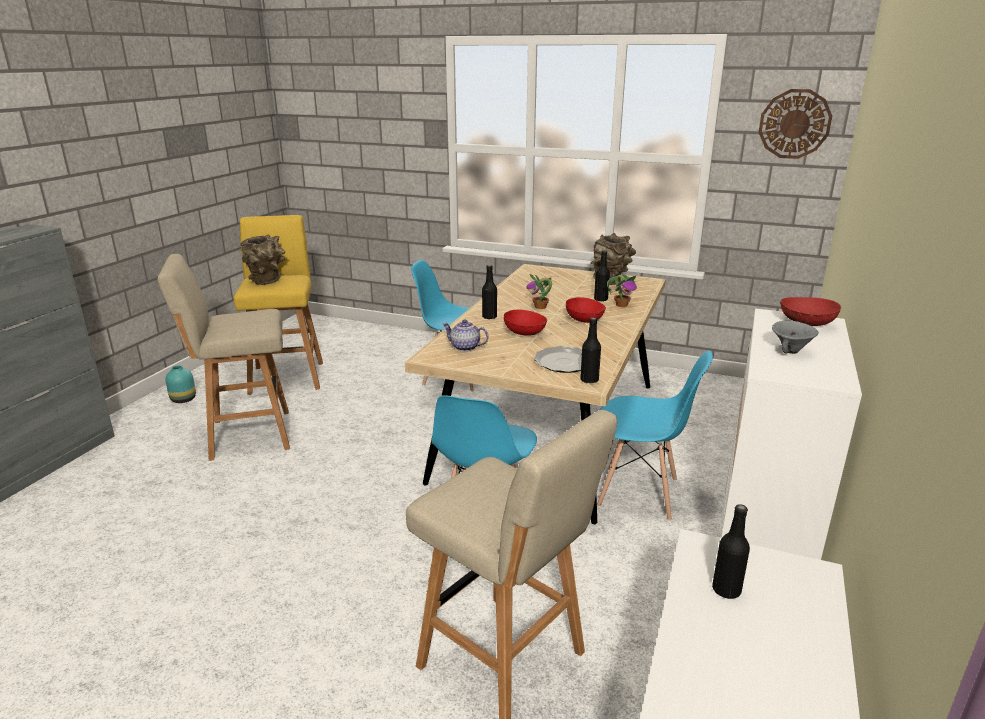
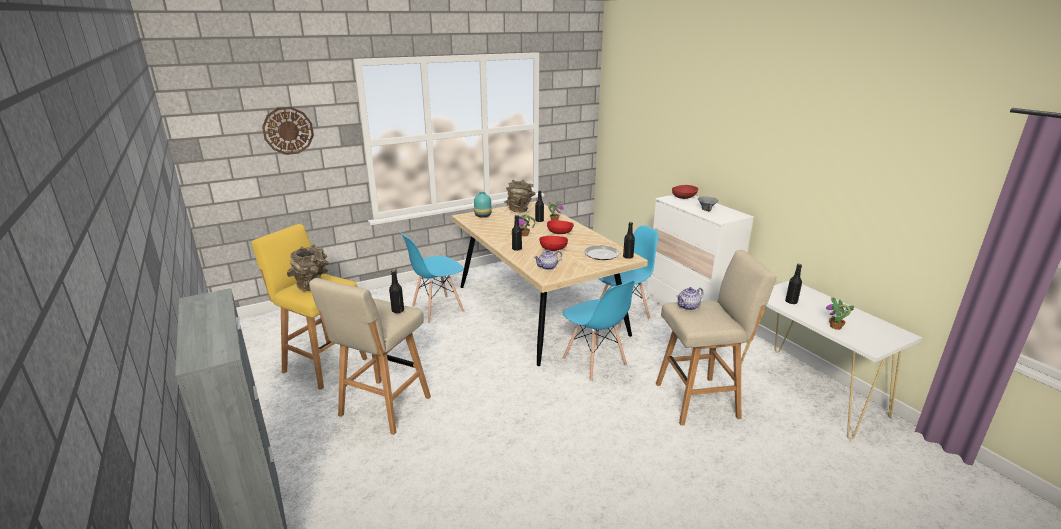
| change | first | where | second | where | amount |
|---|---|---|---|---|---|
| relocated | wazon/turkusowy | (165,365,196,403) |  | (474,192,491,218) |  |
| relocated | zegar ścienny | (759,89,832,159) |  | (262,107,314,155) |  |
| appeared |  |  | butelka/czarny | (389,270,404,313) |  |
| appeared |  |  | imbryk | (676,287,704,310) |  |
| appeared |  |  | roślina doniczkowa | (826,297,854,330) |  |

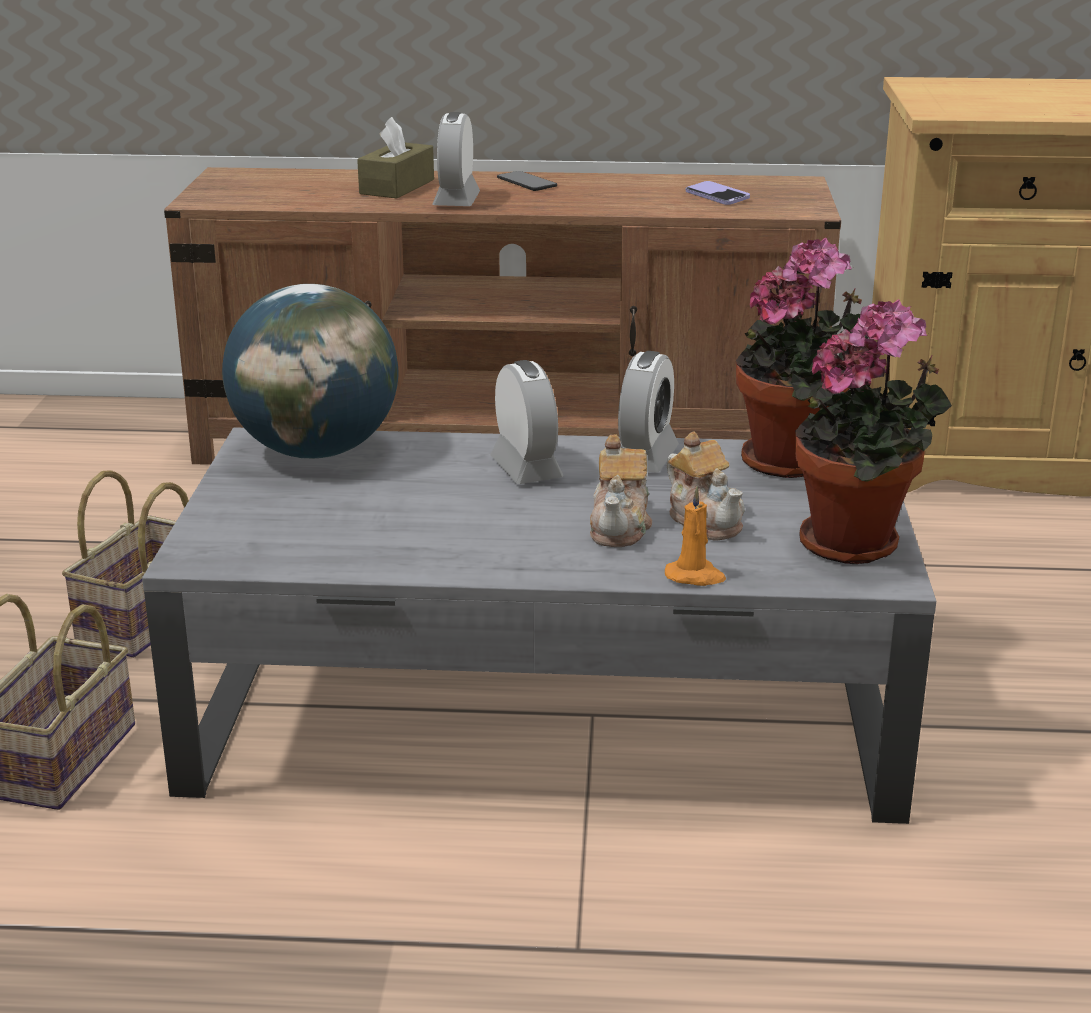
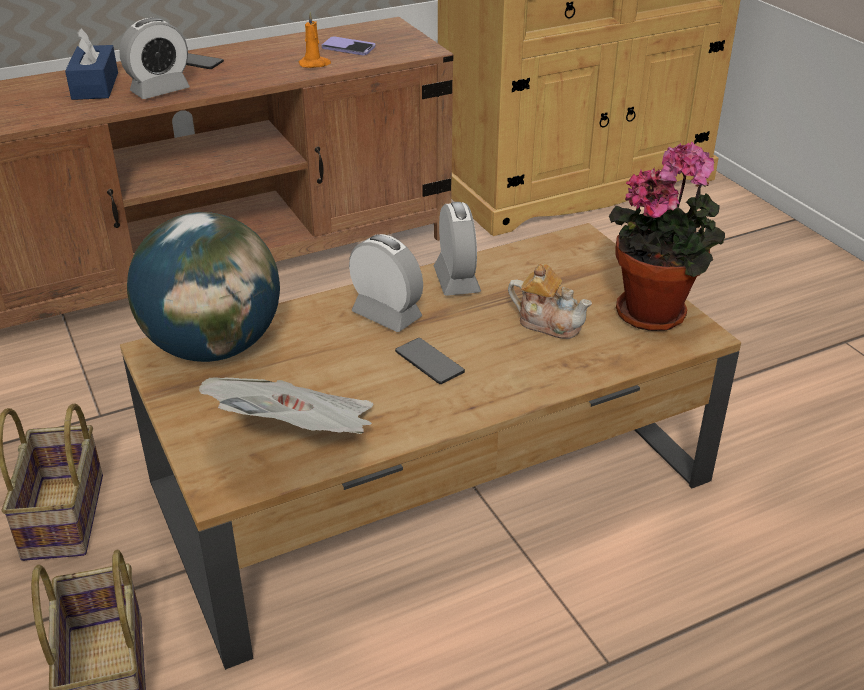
| change | first | where | second | where | amount |
|---|---|---|---|---|---|
| colour | ława/szary | (142,427,936,824) | ława/brązowy | (120,223,741,670) |  |
| colour | pudełko chusteczek/brązowy | (357,117,434,198) | pudełko chusteczek/niebieski | (65,28,118,100) |  |
| spun | budzik | (432,112,480,206) |  | (119,18,190,99) | 105 degrees counterclockwise |
| missing | imbryk | (590,434,652,547) |  |  |  |
| relocated | świeca/pomarańczowy | (665,486,726,586) |  | (298,12,331,68) |  |
| missing | roślina doniczkowa | (736,238,868,478) |  |  |  |
| appeared |  |  | gazeta | (199,377,373,434) |  |
| appeared |  |  | telefon | (395,338,465,384) |  |

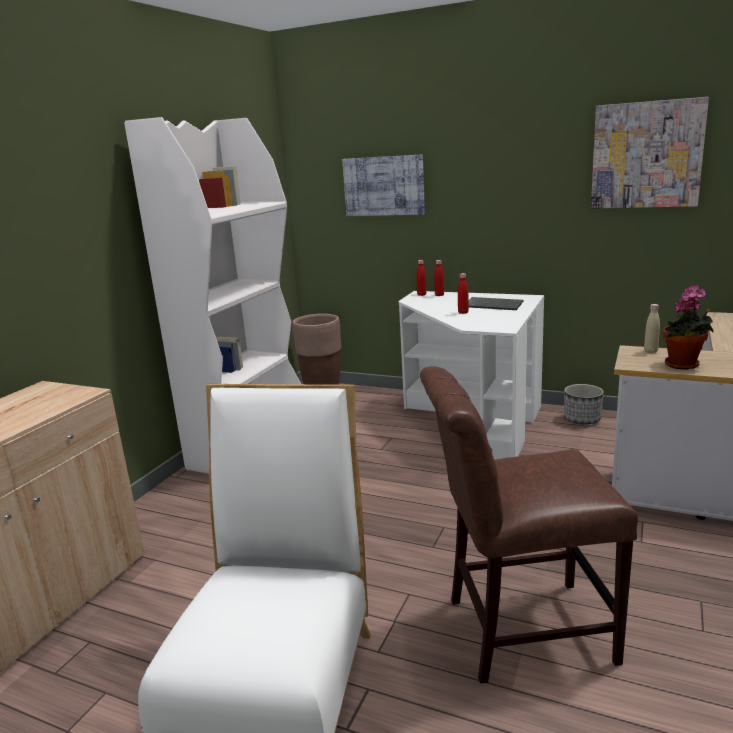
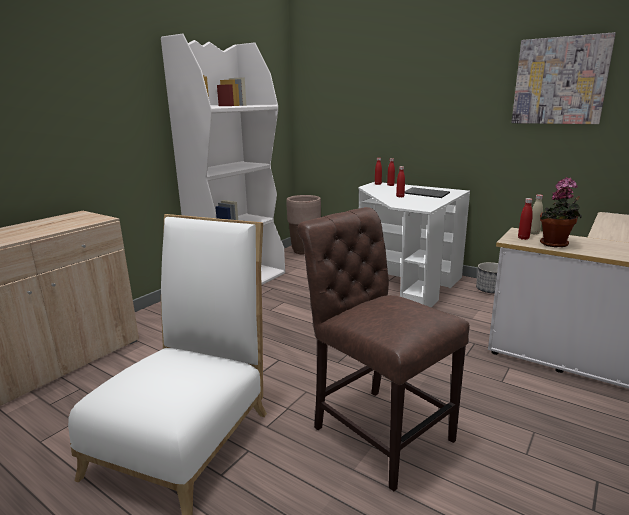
| change | first | where | second | where | amount |
|---|---|---|---|---|---|
| missing | obraz | (342,154,425,216) |  |  |  |
| spun | krzesło/brązowy | (420,366,638,684) |  | (297,207,470,491) | 45 degrees clockwise |
| appeared |  |  | butelka/czerwony | (518,198,533,240) |  |

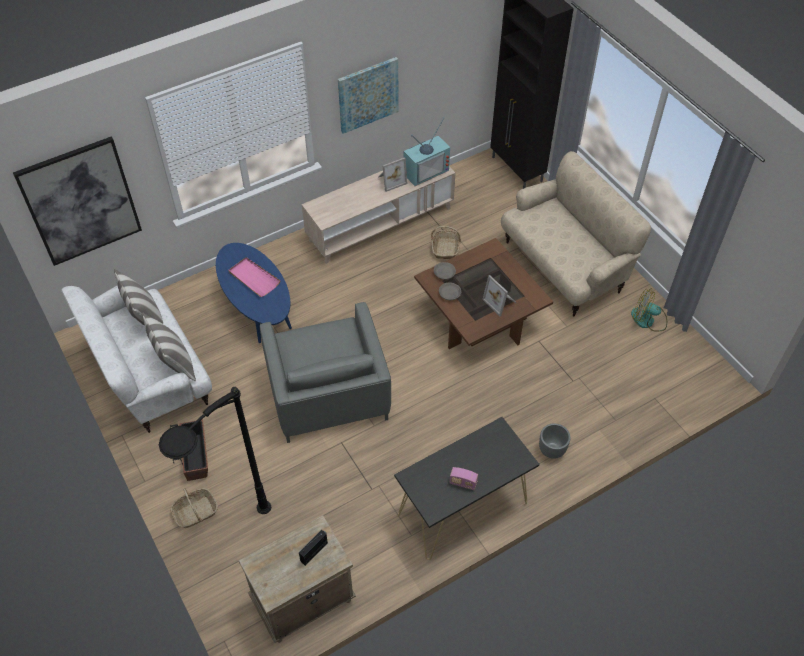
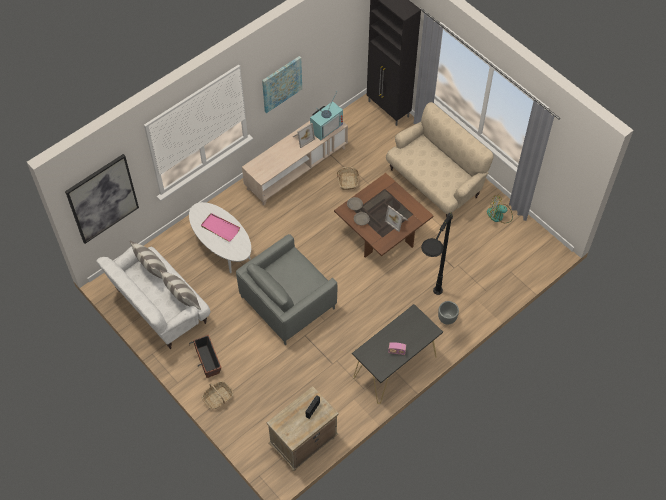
| change | first | where | second | where | amount |
|---|---|---|---|---|---|
| relocated | lampa stojąca/czarny | (159,387,271,514) |  | (421,212,453,295) |  |
| colour | ława/niebieski | (216,243,292,343) | ława/biały | (189,202,251,273) |  |
| spun | fotel/szary | (260,302,391,443) |  | (236,234,337,345) | 75 degrees clockwise |

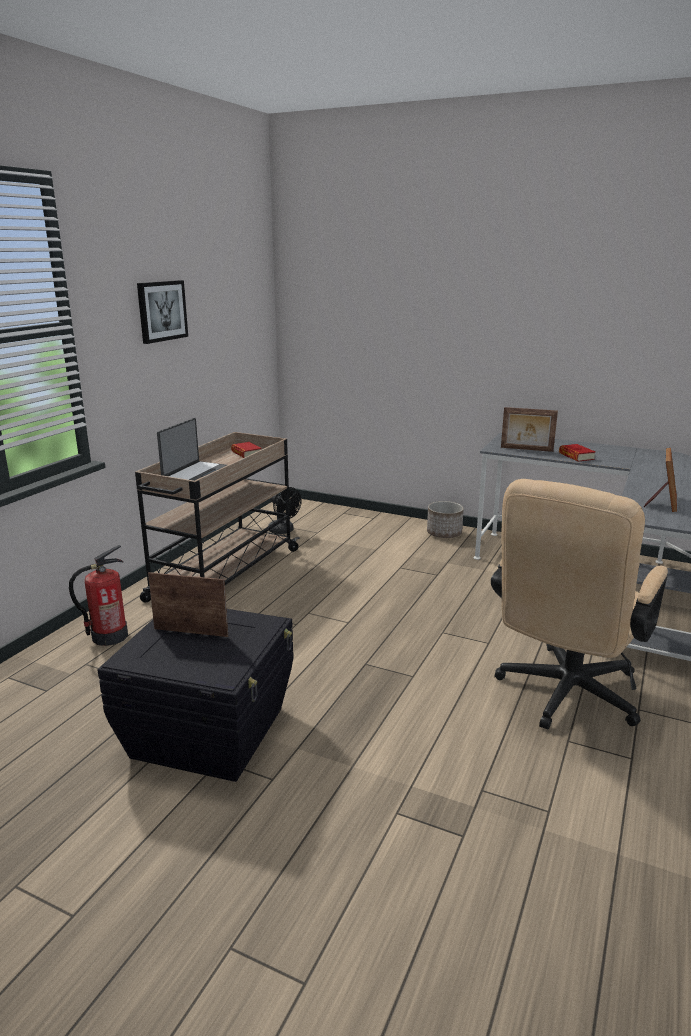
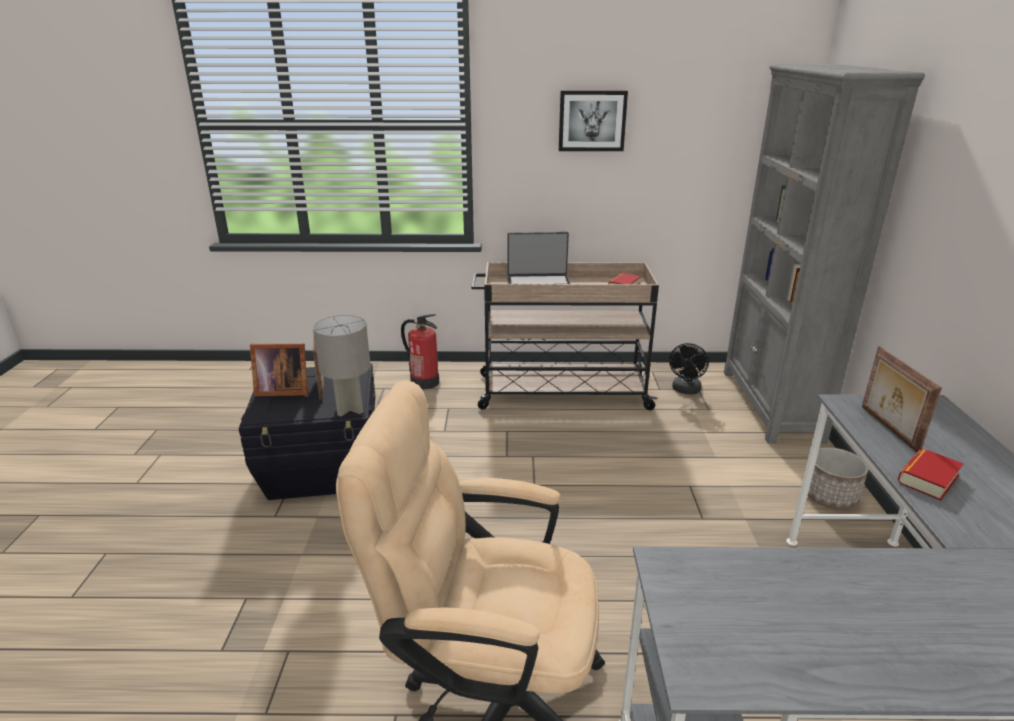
| change | first | where | second | where | amount |
|---|---|---|---|---|---|
| relocated | ramka na zdjęcie | (644,448,677,512) |  | (250,343,308,396) |  |
| appeared |  |  | lampa stołowa/szary | (313,315,371,416) |  |
| appeared |  |  | regał/szary | (724,64,925,444) |  |

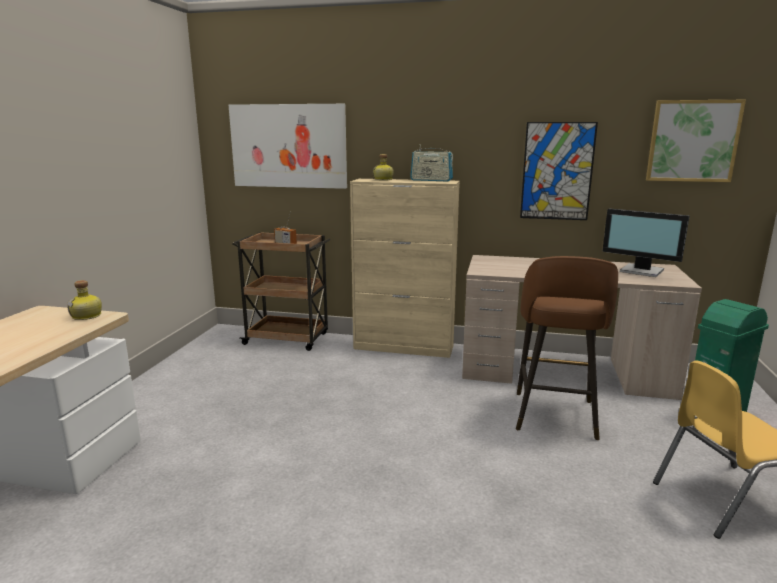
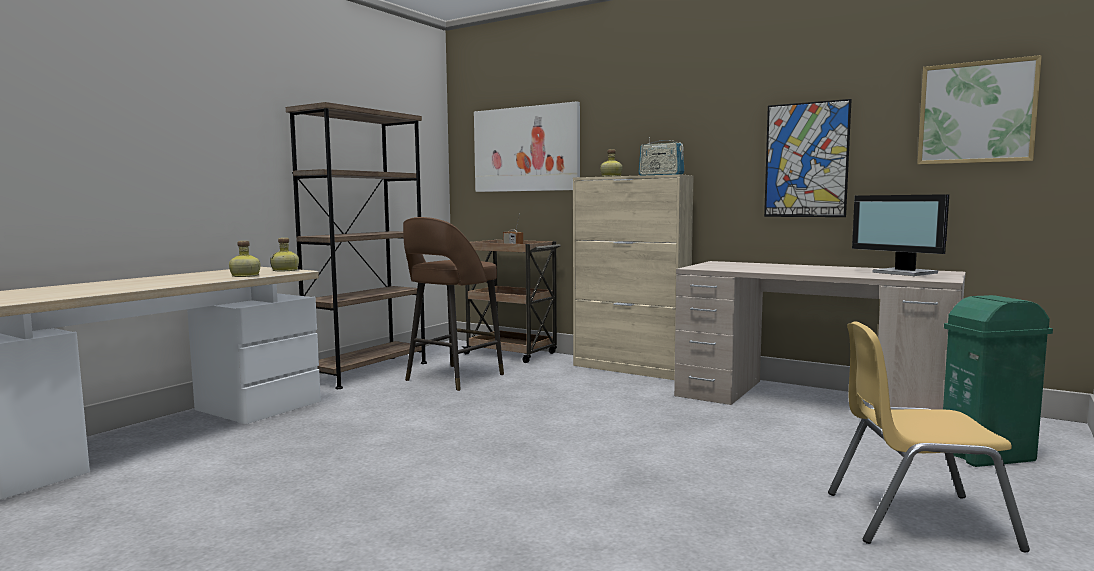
| change | first | where | second | where | amount |
|---|---|---|---|---|---|
| relocated | stołek/brązowy | (516,256,618,440) |  | (403,217,504,391) |  |
| appeared |  |  | butelka | (229,241,261,277) |  |
| appeared |  |  | regał/brązowy | (286,102,427,389) |  |

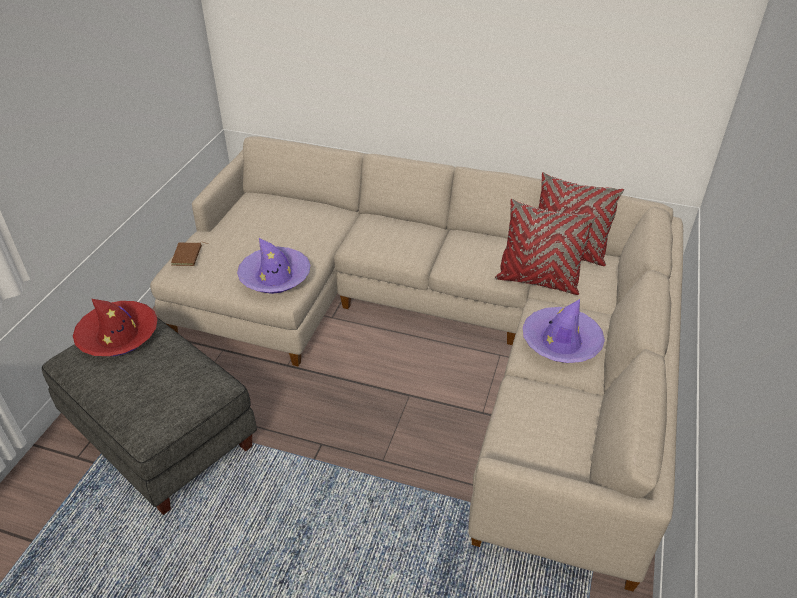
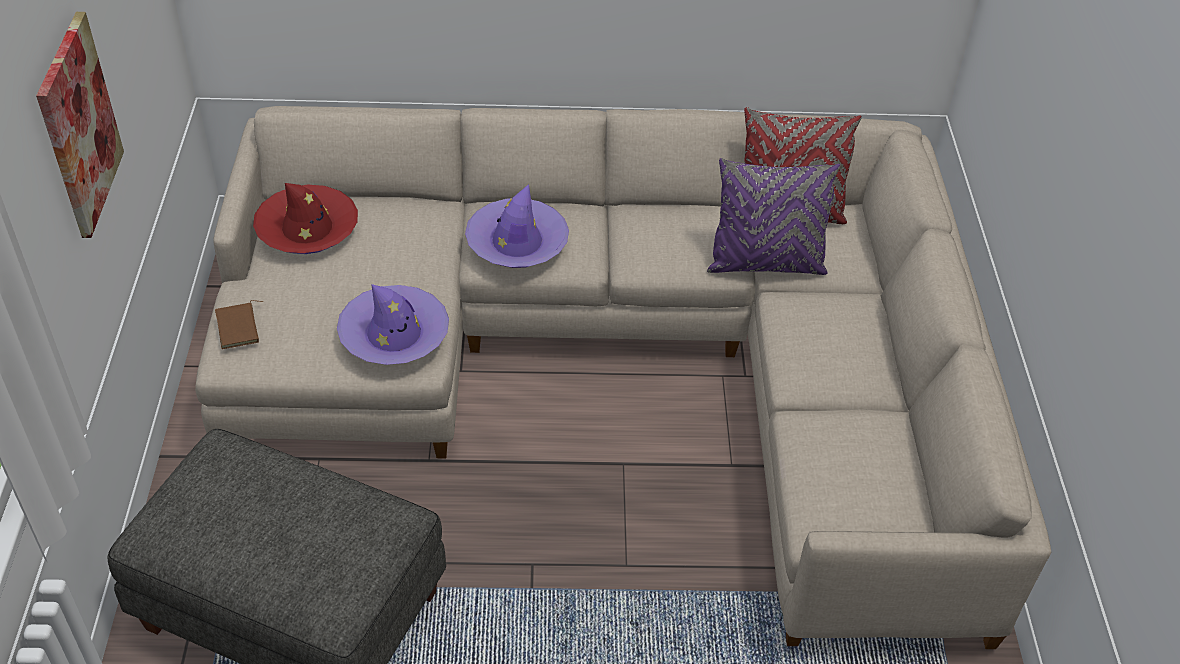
| change | first | where | second | where | amount |
|---|---|---|---|---|---|
| relocated | kapelusz/czerwony | (73,299,158,356) |  | (253,183,358,254) |  |
| colour | poduszka/czerwony | (495,199,596,295) | poduszka/fioletowy | (707,158,841,275) |  |
| relocated | kapelusz/fioletowy | (523,299,605,363) |  | (465,184,569,268) |  |
| appeared |  |  | obraz | (36,12,124,238) |  |

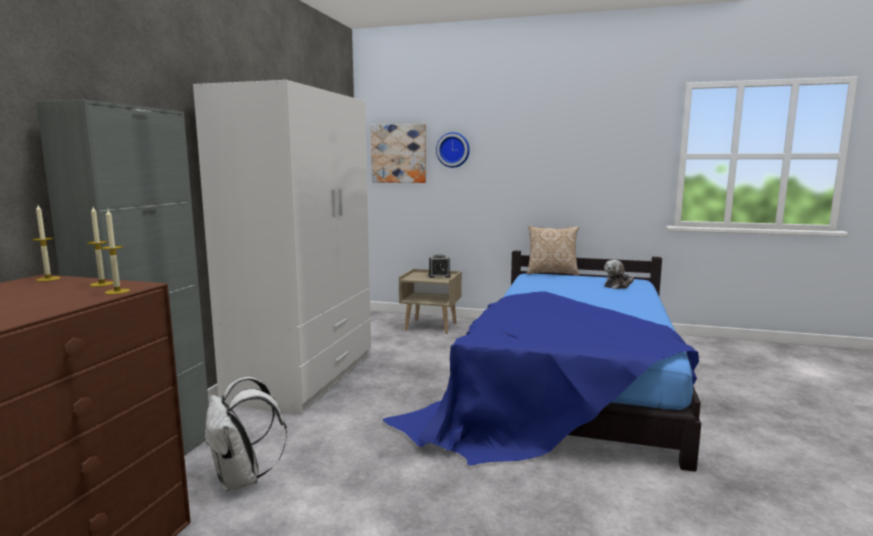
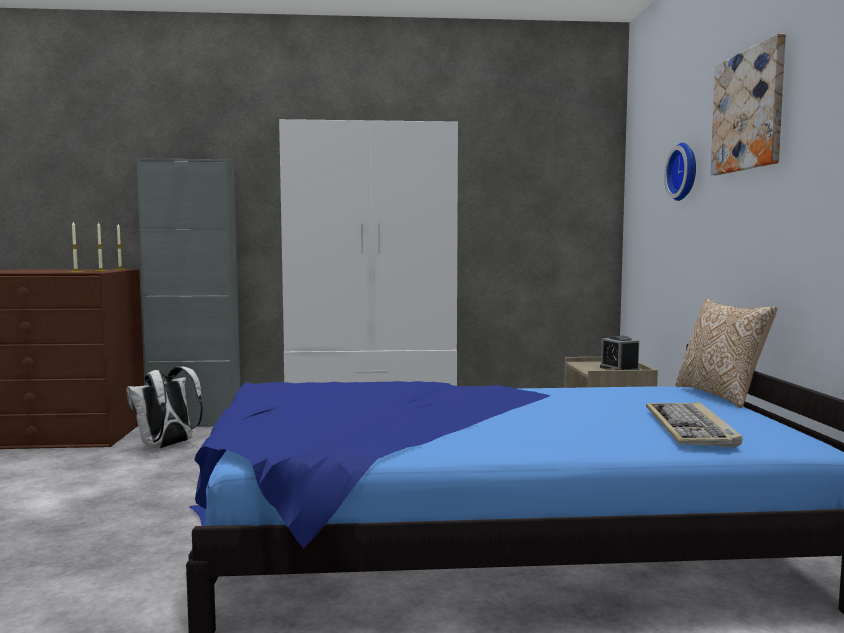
| change | first | where | second | where | amount |
|---|---|---|---|---|---|
| relocated | obraz | (371,124,426,183) |  | (710,33,786,175) |  |
| exchanged | pluszak | (604,260,634,289) | klawiatura | (646,402,742,447) |  |

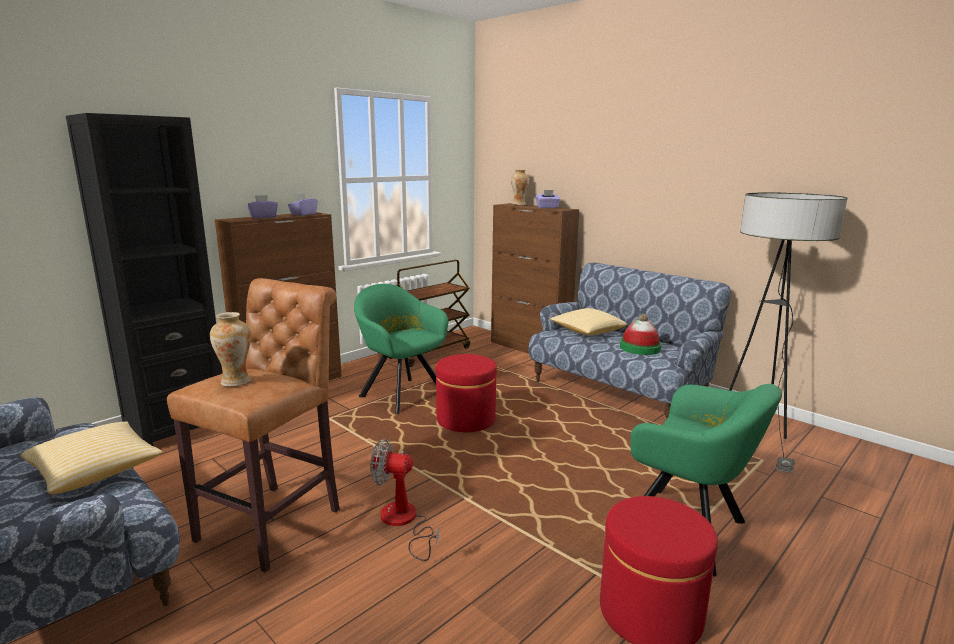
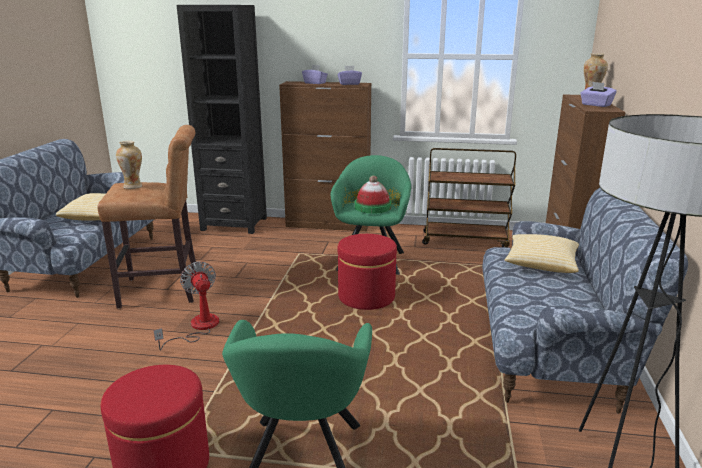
| change | first | where | second | where | amount |
|---|---|---|---|---|---|
| relocated | kapelusz | (620,314,662,355) |  | (355,175,392,214) |  |

